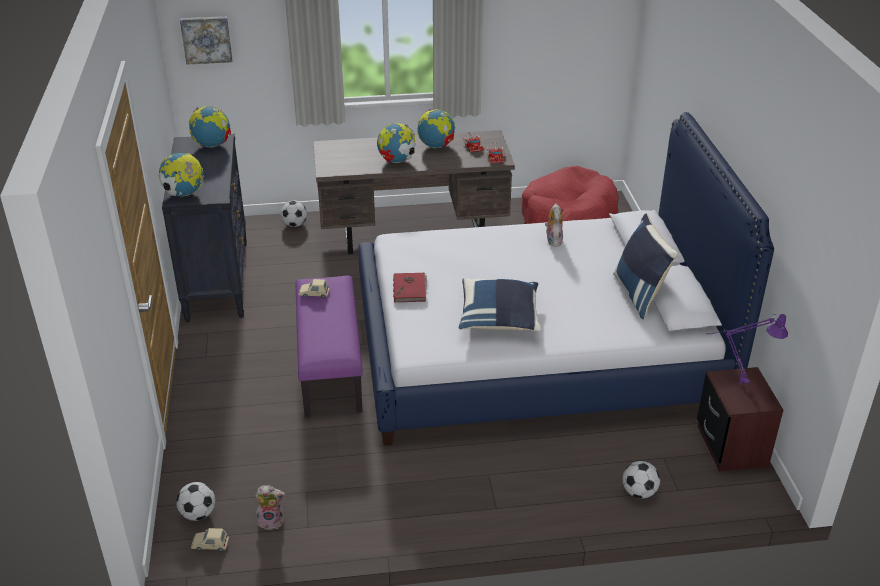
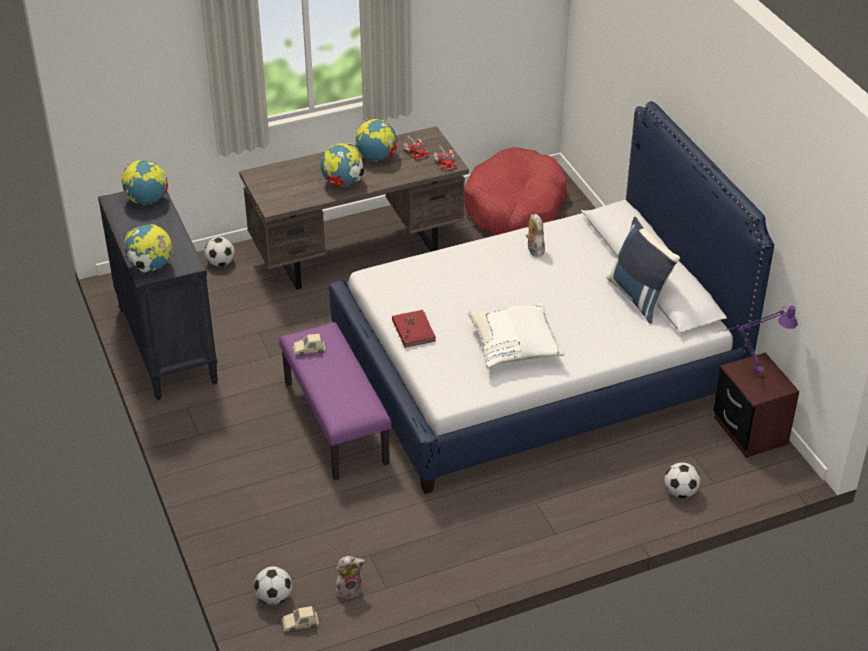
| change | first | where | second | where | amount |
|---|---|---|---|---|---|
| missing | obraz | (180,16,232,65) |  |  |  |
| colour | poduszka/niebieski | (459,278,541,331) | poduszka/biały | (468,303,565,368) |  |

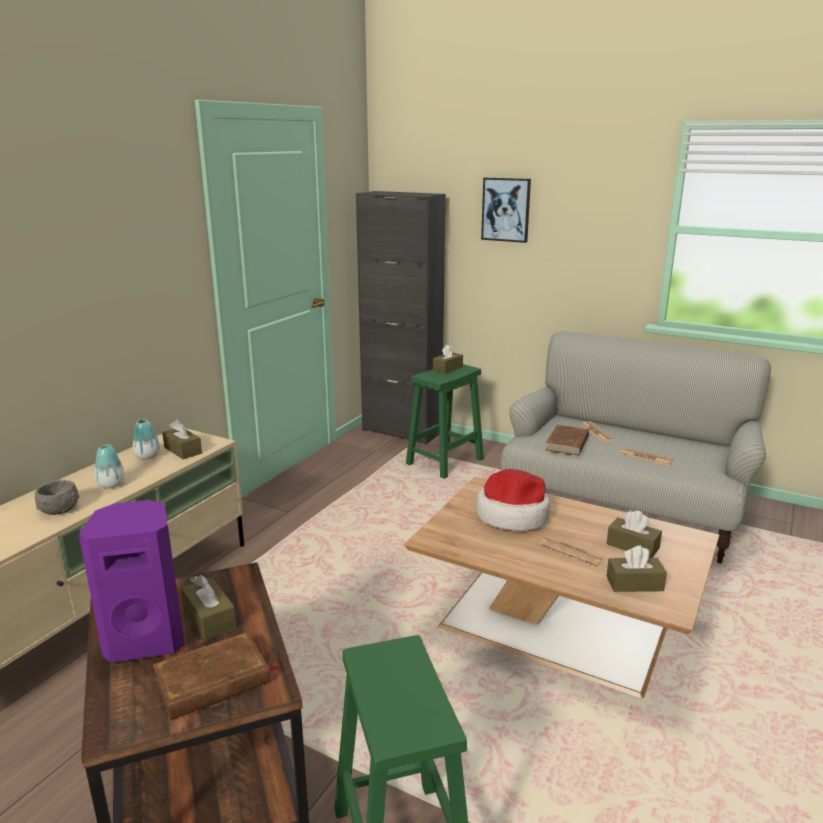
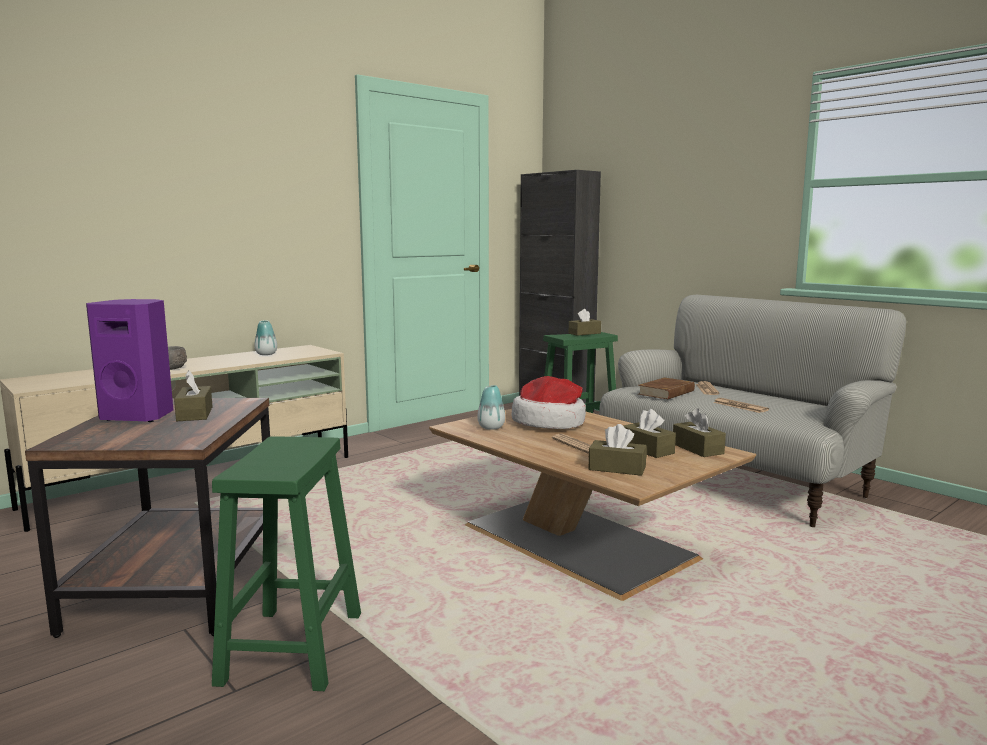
| change | first | where | second | where | amount |
|---|---|---|---|---|---|
| relocated | wazon | (95,444,125,489) |  | (477,385,505,430) |  |
| missing | książka/brązowy | (153,632,282,720) |  |  |  |
| relocated | pudełko chusteczek/brązowy | (162,420,202,459) |  | (673,408,726,457) |  |
| missing | obraz | (481,178,531,243) |  |  |  |

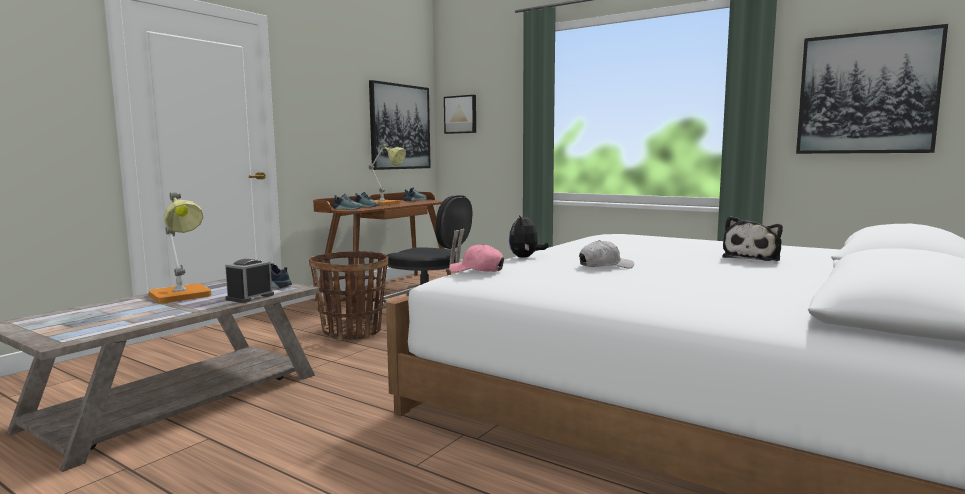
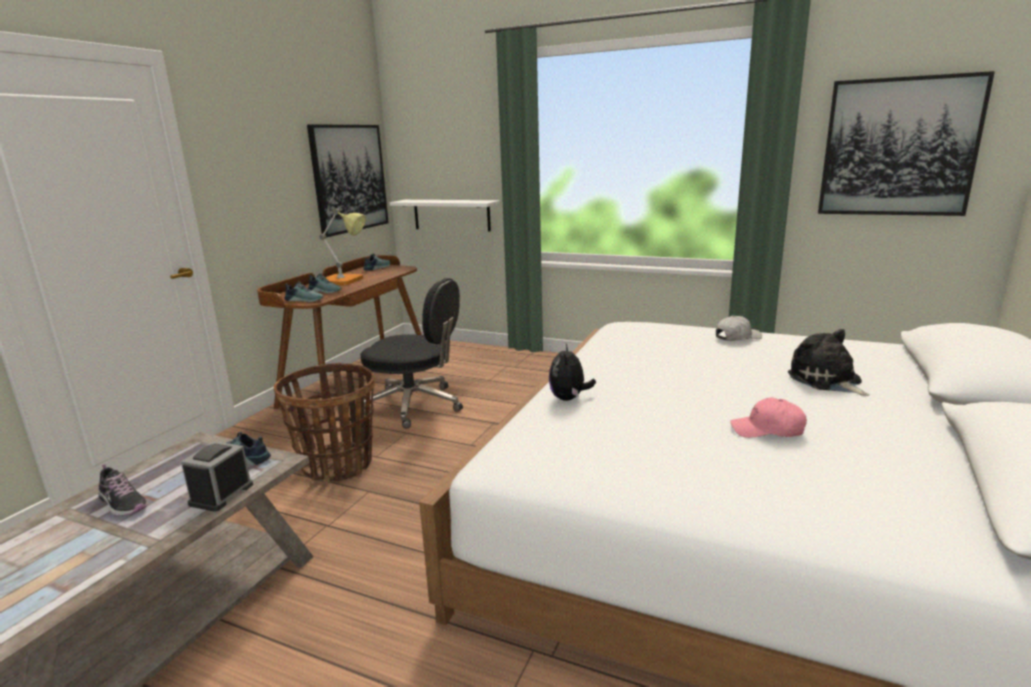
| change | first | where | second | where | amount |
|---|---|---|---|---|---|
| exchanged | lampa stołowa | (149,192,211,303) | but | (98,464,148,516) |  |
| missing | obraz | (444,95,476,134) |  |  |  |
| relocated | czapka z daszkiem/różowy | (449,244,504,272) |  | (730,397,807,438) |  |
| relocated | czapka z daszkiem/biały | (579,240,634,268) |  | (716,316,762,341) |  |
| spun | pluszak | (722,216,783,261) |  | (788,329,870,396) | 135 degrees clockwise |
| appeared |  |  | półka/biały | (390,200,500,232) |  |

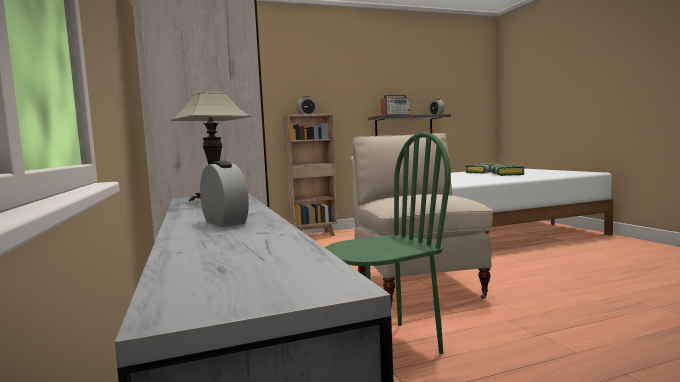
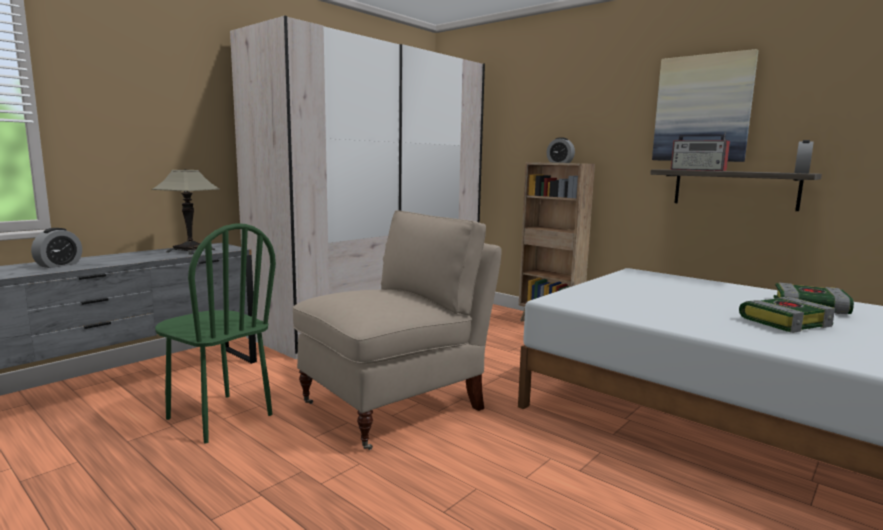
| change | first | where | second | where | amount |
|---|---|---|---|---|---|
| appeared |  |  | obraz | (652,49,759,162) |  |

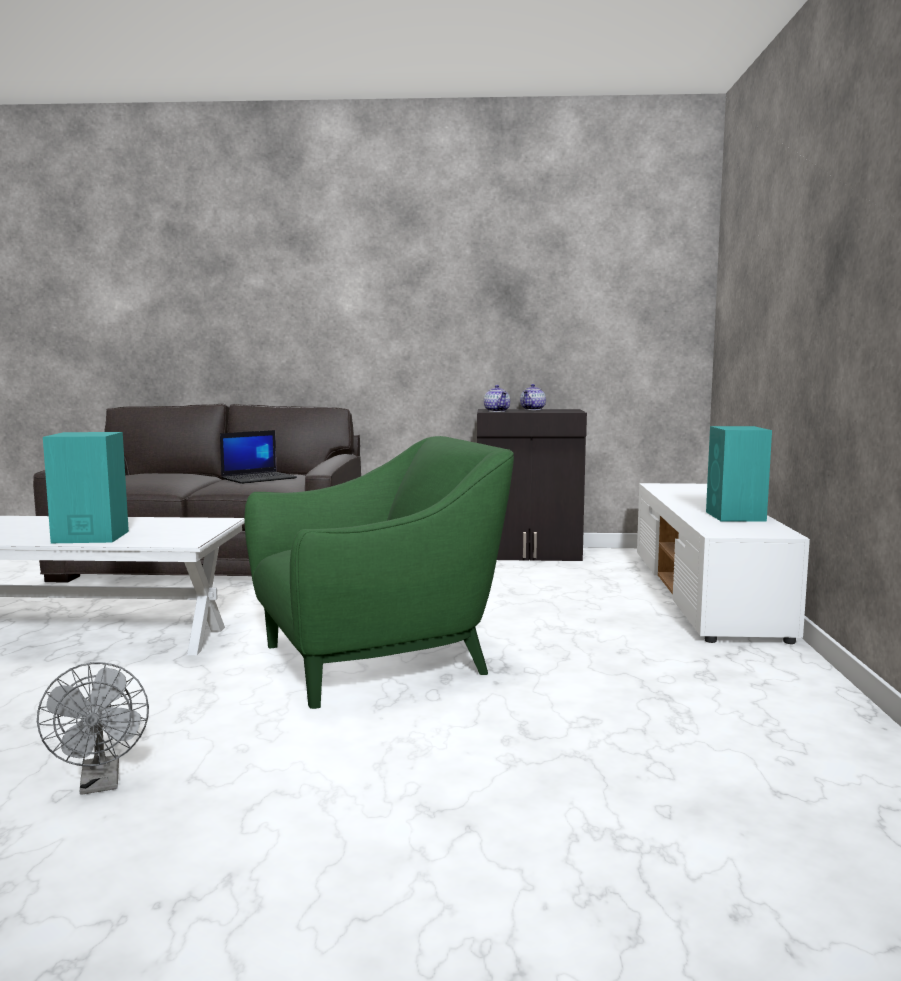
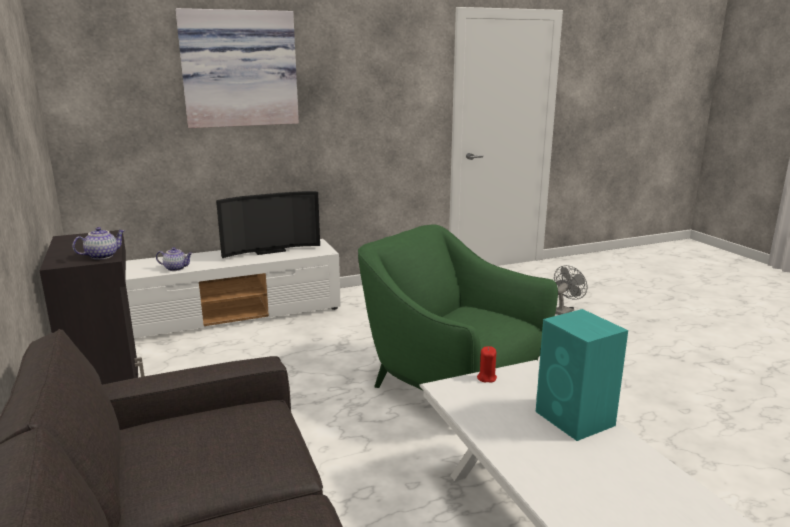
| change | first | where | second | where | amount |
|---|---|---|---|---|---|
| relocated | wentylator/szary | (37,662,149,795) |  | (554,265,588,315) |  |
| missing | laptop | (220,430,297,484) |  |  |  |
| relocated | imbryk | (520,384,546,410) |  | (156,247,193,271) |  |
| exchanged | głośnik/turkusowy | (706,426,772,522) | telewizor | (216,191,320,258) |  |
| appeared |  |  | obraz | (175,8,299,128) |  |
| appeared |  |  | świeca/czerwony | (477,346,497,383) |  |

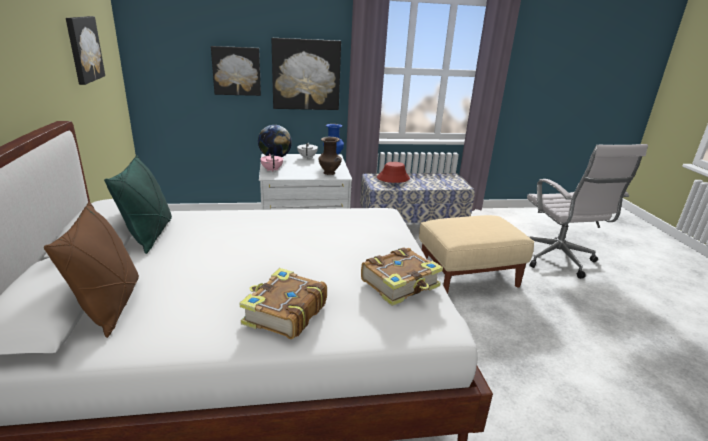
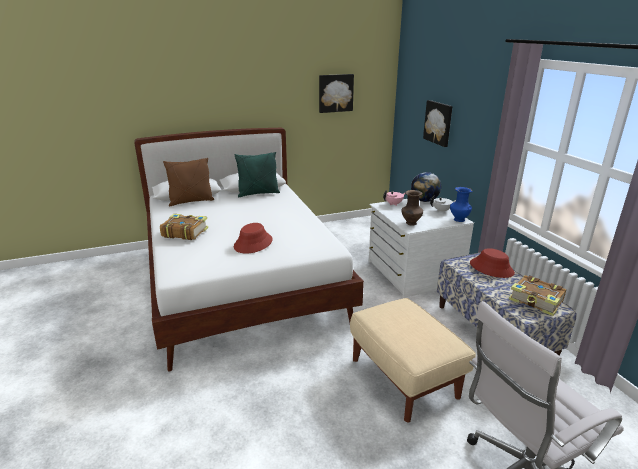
| change | first | where | second | where | amount |
|---|---|---|---|---|---|
| missing | obraz | (271,38,341,110) |  |  |  |
| relocated | książka | (361,247,443,306) |  | (509,275,566,316) |  |
| appeared |  |  | kapelusz/czerwony | (234,223,273,254) |  |

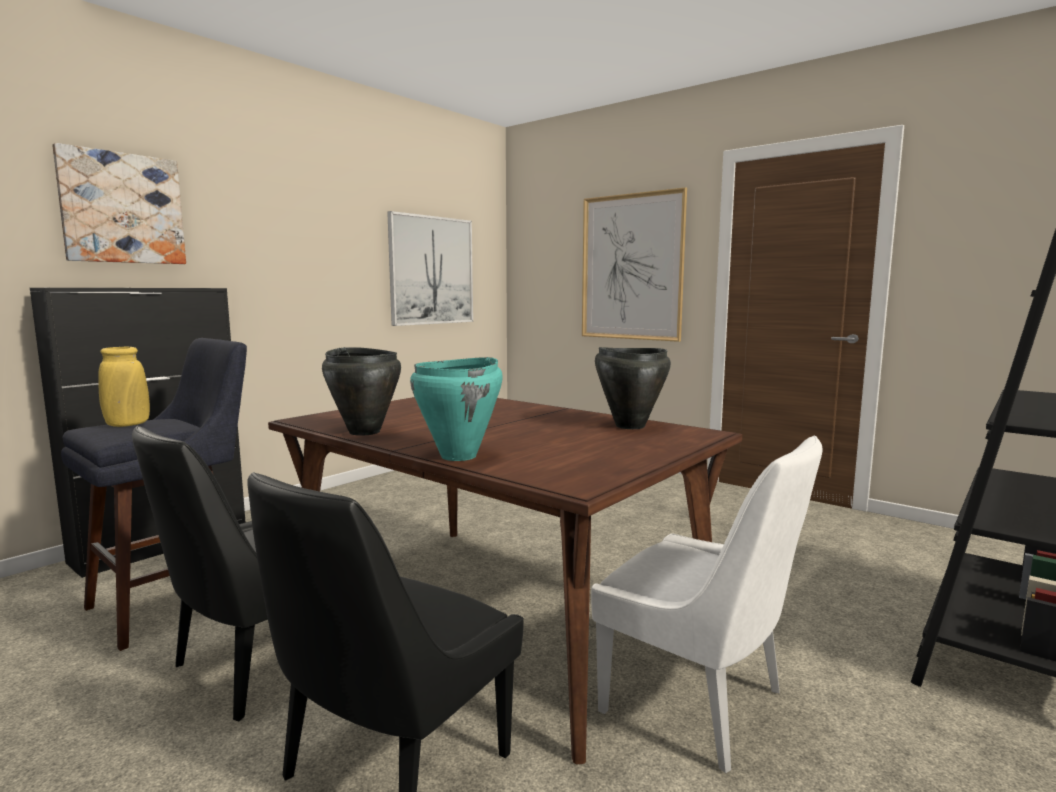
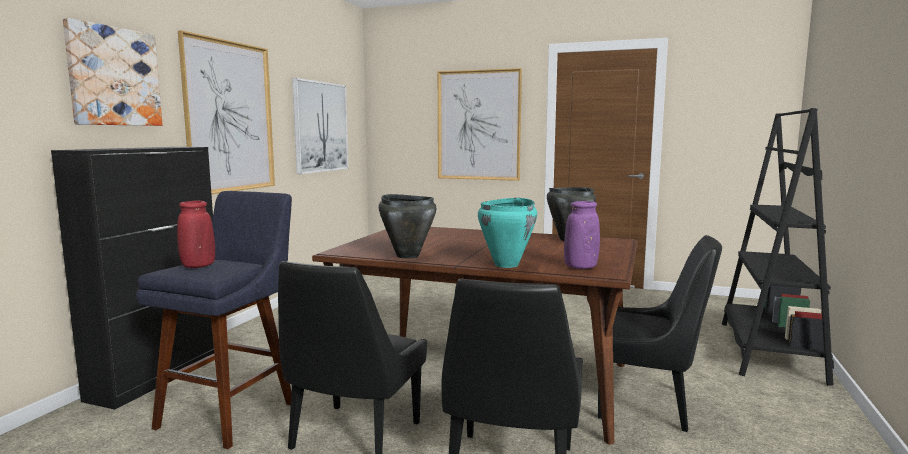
| change | first | where | second | where | amount |
|---|---|---|---|---|---|
| colour | wazon/żółty | (98,347,150,427) | wazon/czerwony | (177,201,215,268) |  |
| colour | krzesło/biały | (591,436,823,773) | krzesło/czarny | (598,235,722,432) |  |
| appeared |  |  | obraz | (178,30,275,194) |  |
| appeared |  |  | wazon/fioletowy | (564,201,600,269) |  |

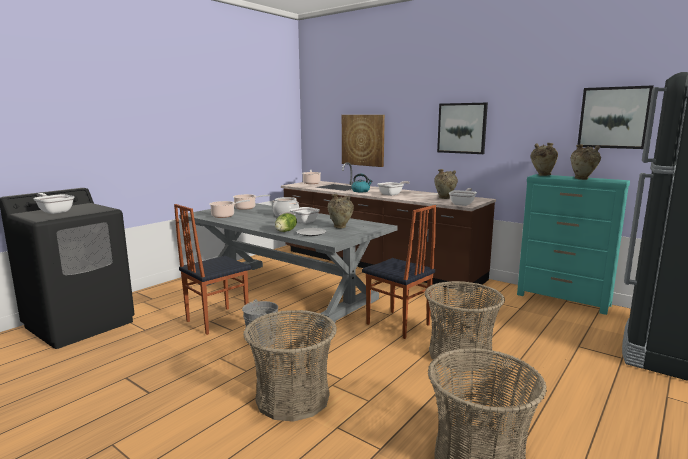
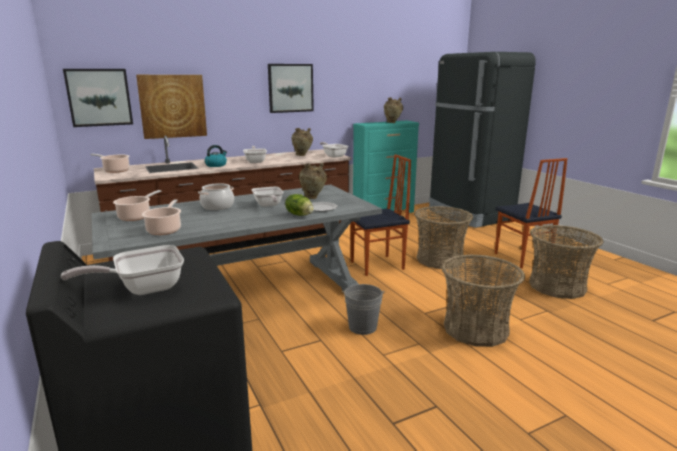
| change | first | where | second | where | amount |
|---|---|---|---|---|---|
| relocated | krzesło | (174,204,251,335) |  | (495,158,568,268) |  |
| missing | wazon/beżowy | (530,143,558,176) |  |  |  |
| relocated | obraz | (578,85,654,149) |  | (63,69,133,127) |  |

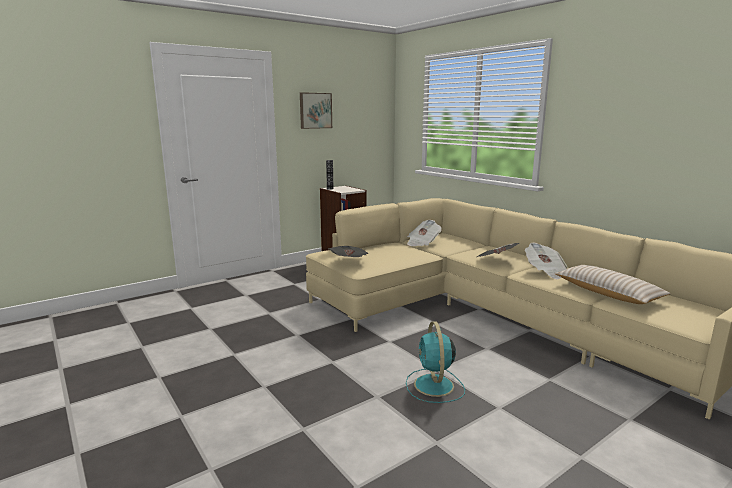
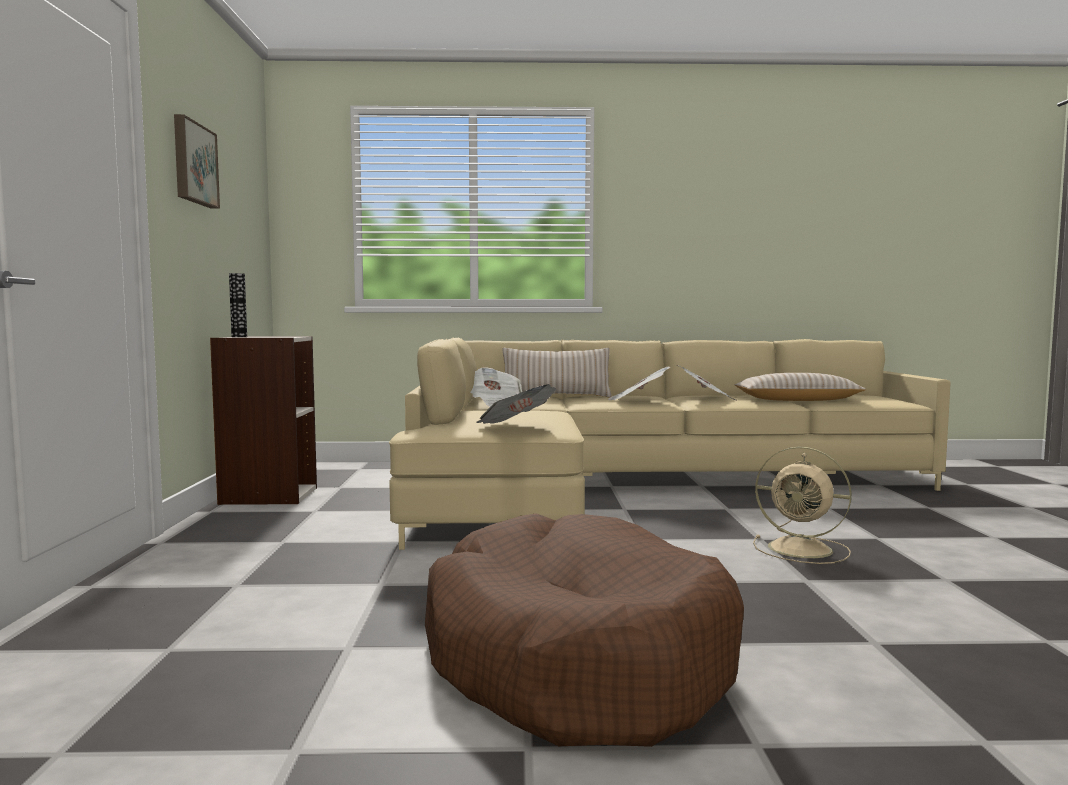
| change | first | where | second | where | amount |
|---|---|---|---|---|---|
| colour | wentylator/turkusowy | (406,321,465,403) | wentylator/beżowy | (753,447,852,564) |  |
| appeared |  |  | legowisko/brązowy | (425,513,744,747) |  |
| appeared |  |  | poduszka/beżowy | (502,348,612,397) |  |

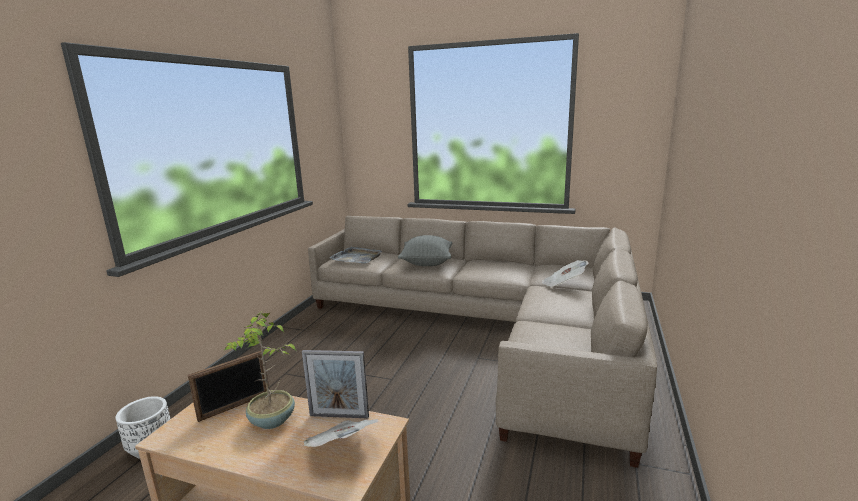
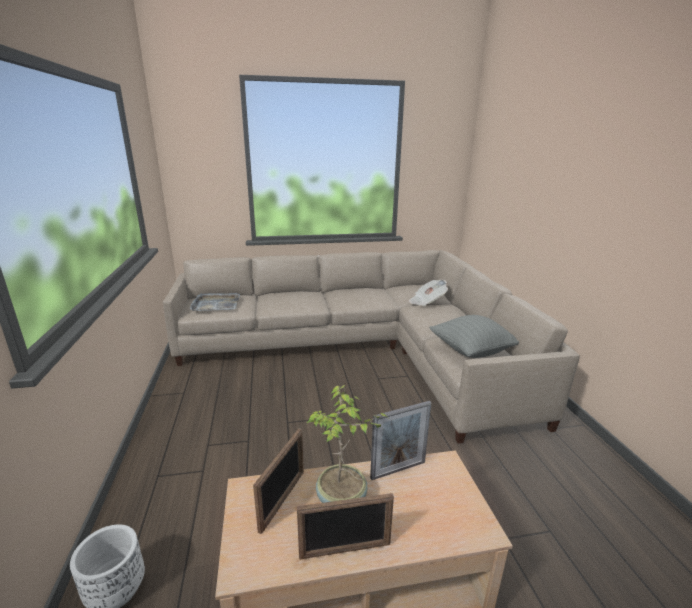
| change | first | where | second | where | amount |
|---|---|---|---|---|---|
| missing | gazeta | (304,419,378,447) |  |  |  |
| relocated | poduszka/szary | (398,235,453,266) |  | (429,315,519,358) |  |
| appeared |  |  | ramka na zdjęcie | (297,493,394,559) |  |

